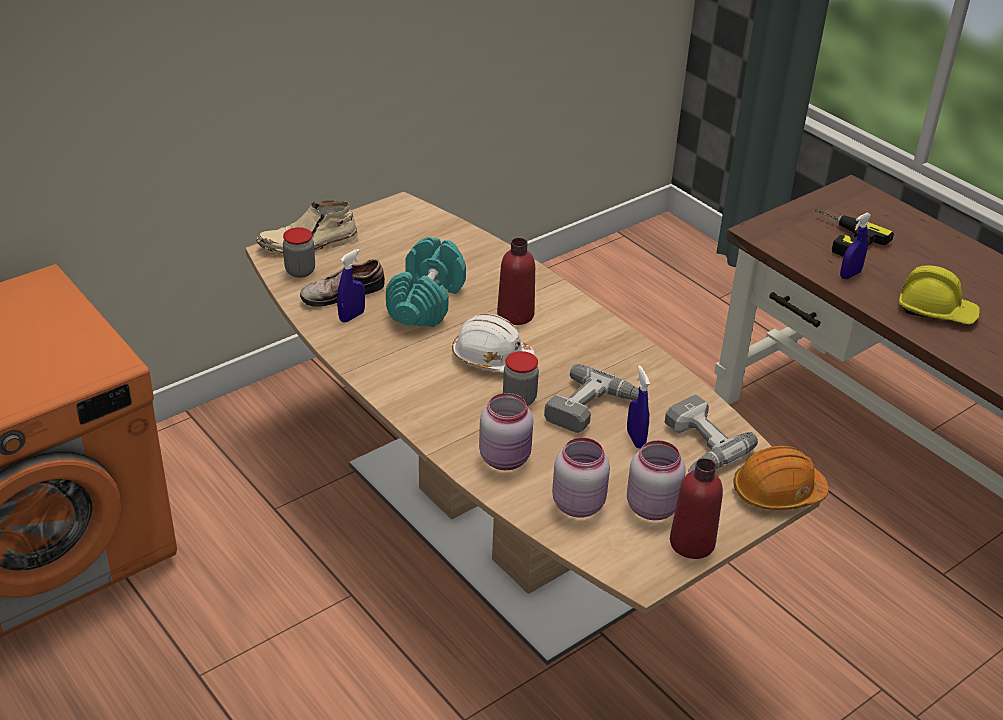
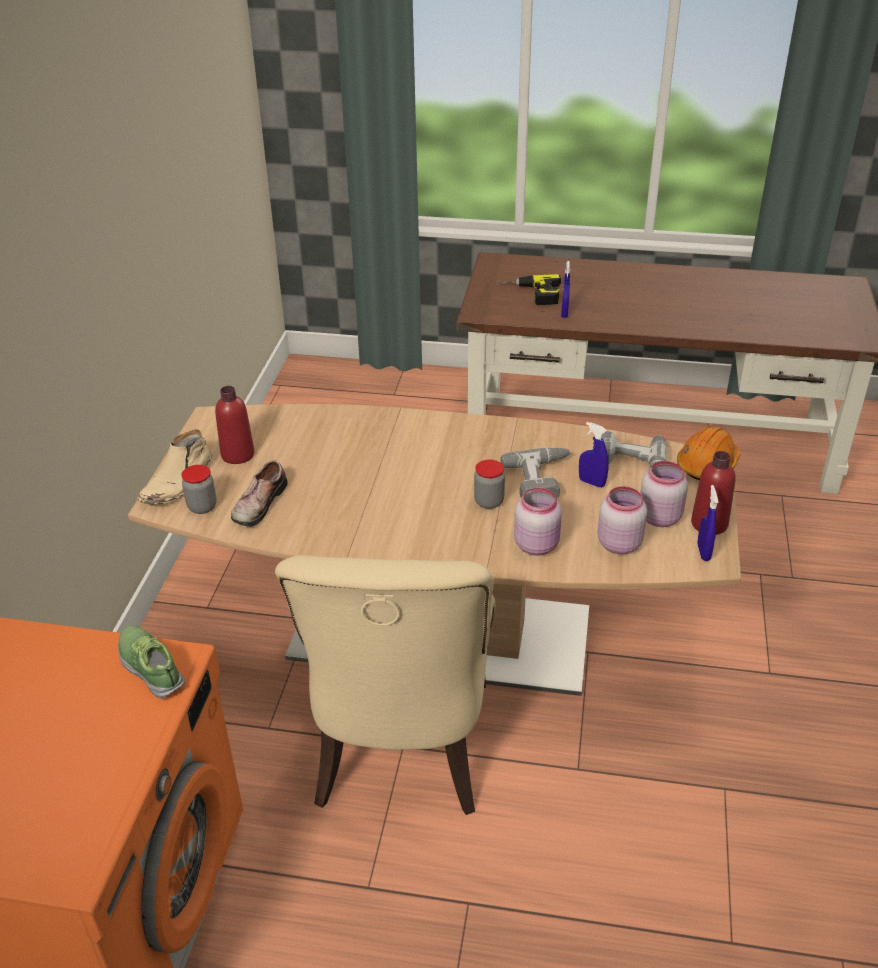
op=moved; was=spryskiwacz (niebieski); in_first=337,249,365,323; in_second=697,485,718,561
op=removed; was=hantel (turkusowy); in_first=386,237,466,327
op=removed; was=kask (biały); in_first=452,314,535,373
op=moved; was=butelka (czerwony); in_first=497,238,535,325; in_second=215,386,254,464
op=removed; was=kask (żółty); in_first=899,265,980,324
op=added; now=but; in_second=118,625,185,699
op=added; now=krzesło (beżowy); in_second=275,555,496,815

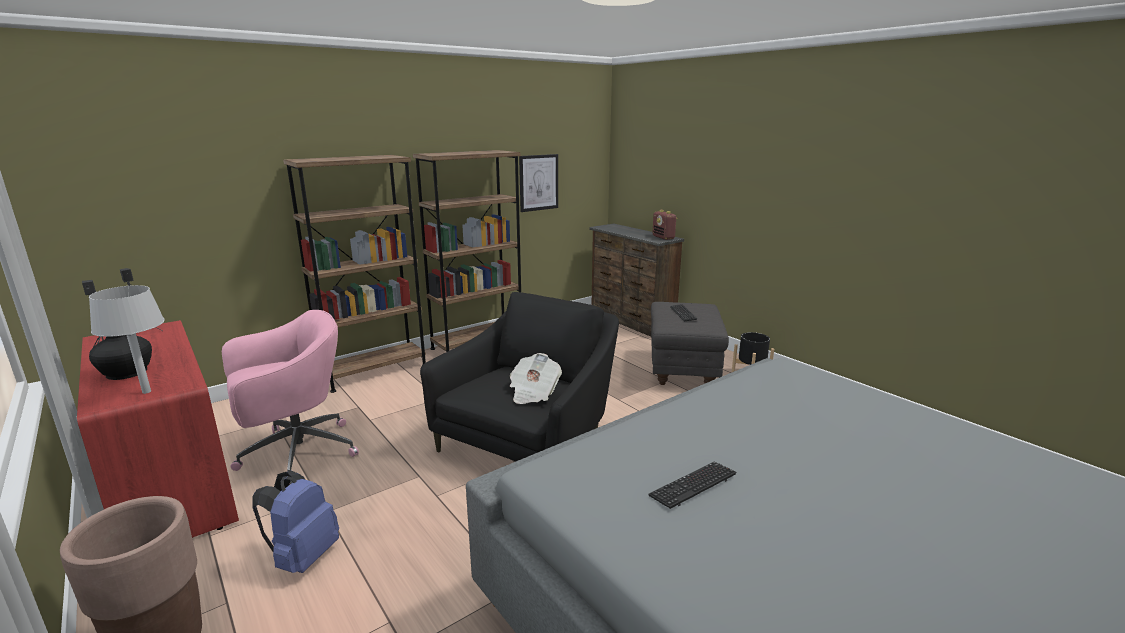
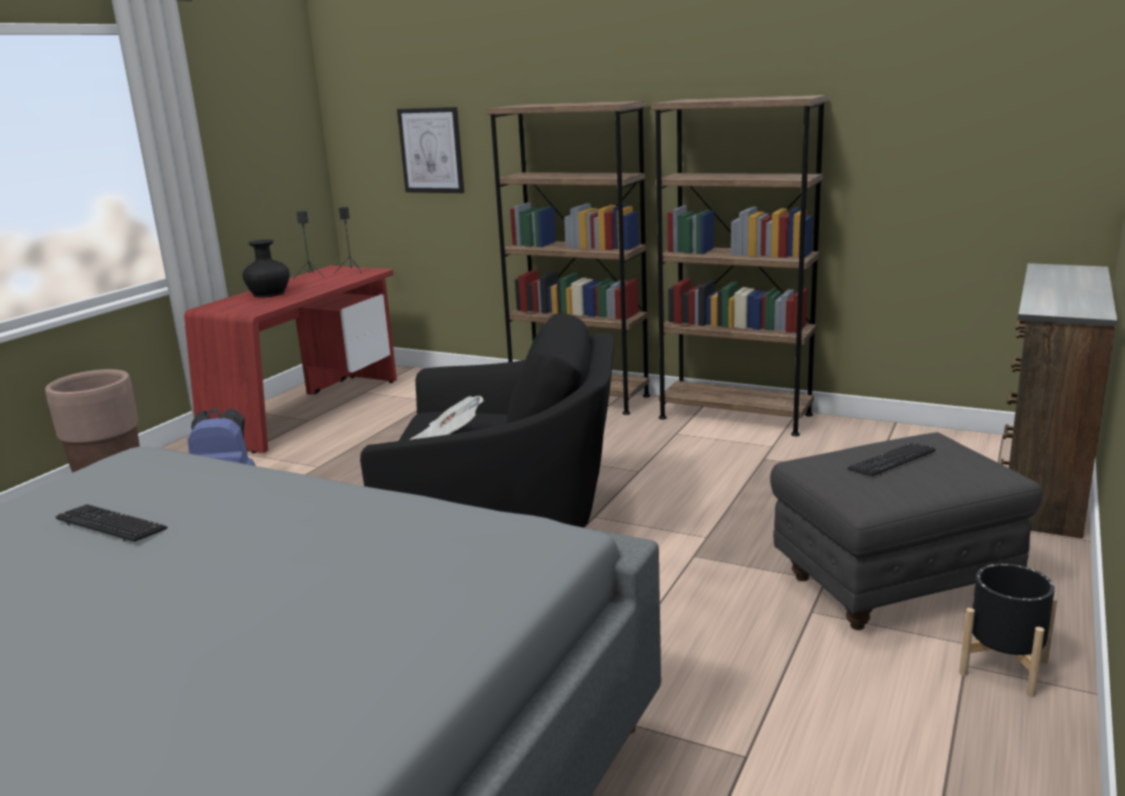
op=removed; was=lampa stołowa (szary); in_first=89,285,165,394
op=removed; was=krzesło biurowe (różowy); in_first=222,310,359,485
op=moved; was=obraz; in_first=519,154,558,212; in_second=397,107,464,193
op=removed; was=radio; in_first=653,210,677,240

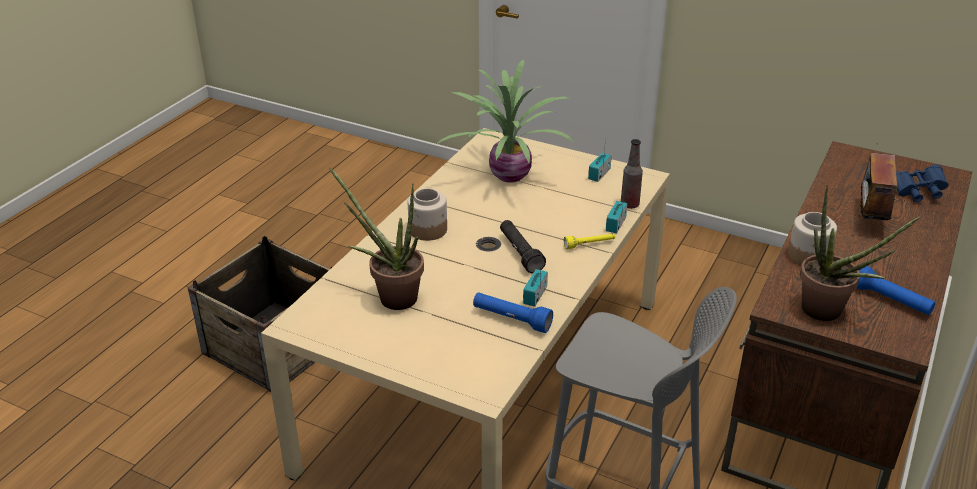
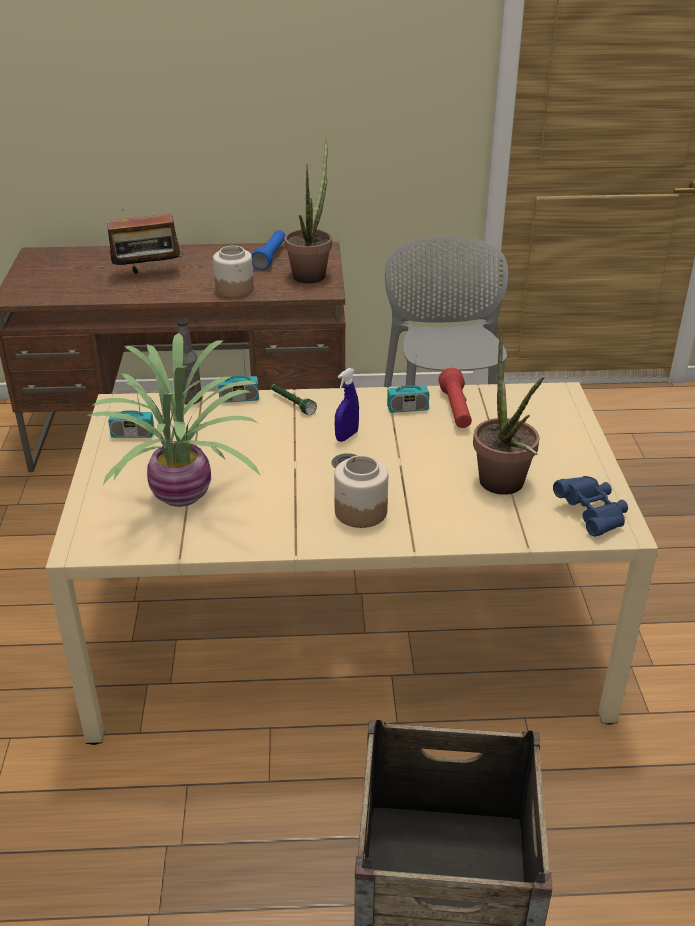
op=recoloured; was=latarka (niebieski); now=latarka (czerwony); in_first=473,293,553,333; in_second=438,368,472,428
op=replaced; was=latarka (czarny); now=spryskiwacz (niebieski); in_first=500,220,546,273; in_second=335,368,359,442
op=recoloured; was=latarka (żółty); now=latarka (zielony); in_first=564,234,615,249; in_second=270,384,317,415
op=moved; was=lornetka (niebieski); in_first=896,164,949,202; in_second=553,476,628,537

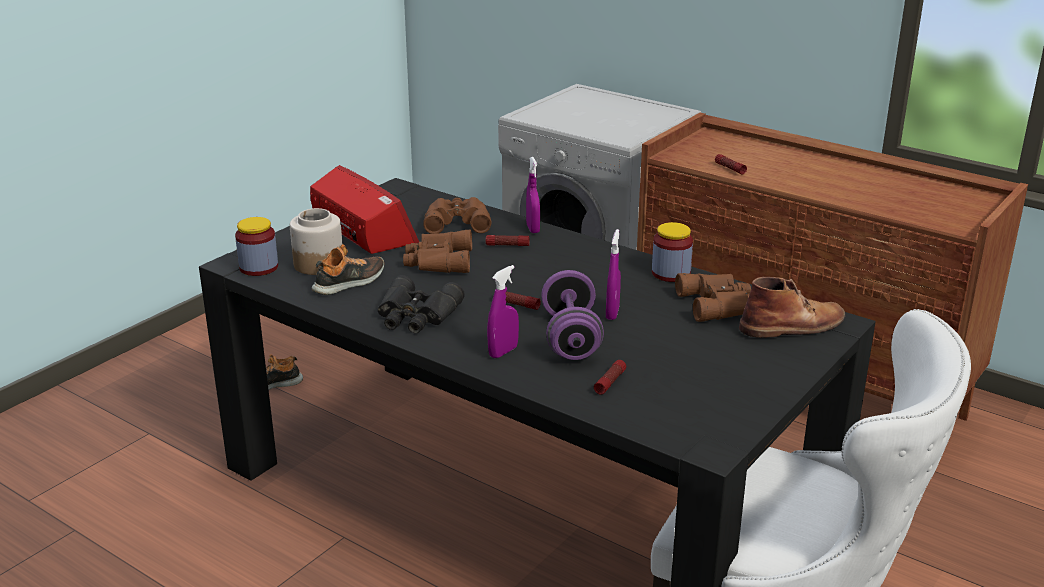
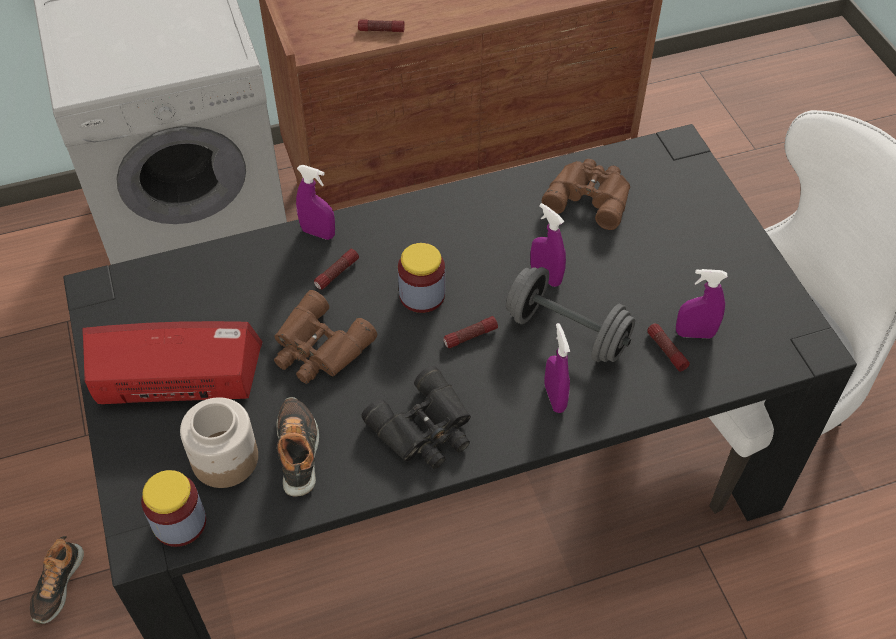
op=removed; was=lornetka (brązowy); in_first=423,197,491,234
op=recoloured; was=hantel (fioletowy); now=hantel (szary); in_first=541,270,604,360; in_second=506,267,635,362
op=moved; was=słoik; in_first=652,222,693,282; in_second=398,243,445,313
op=removed; was=but z cholewką (brązowy); in_first=739,277,845,338
op=added; now=spryskiwacz (fioletowy); in_second=676,269,728,339

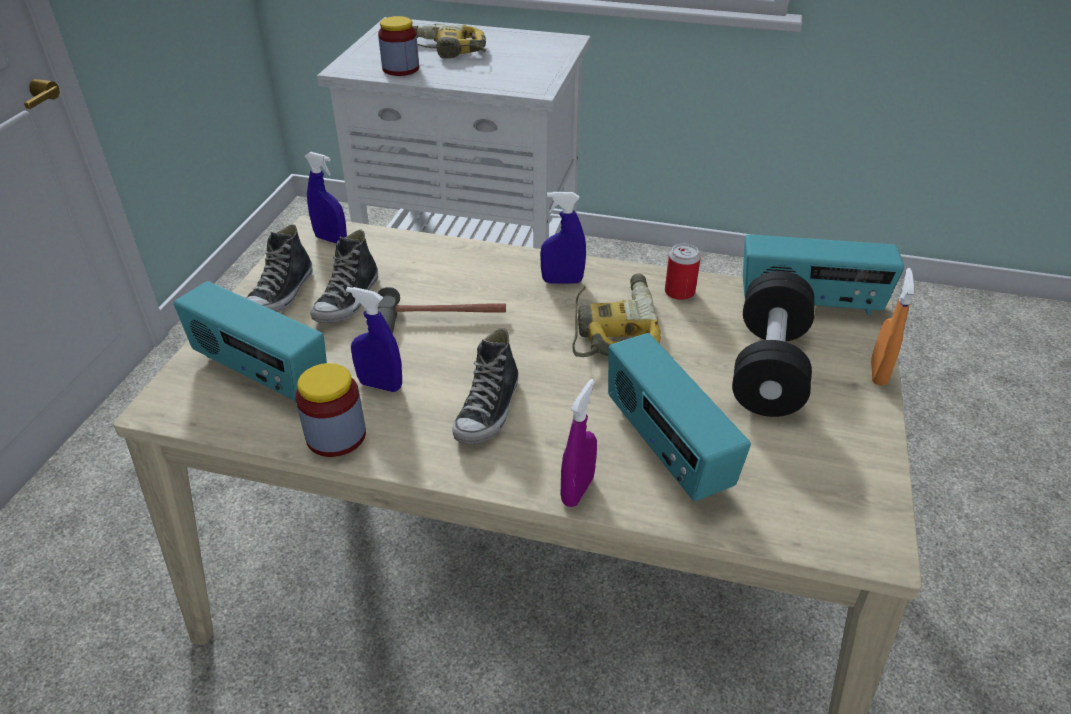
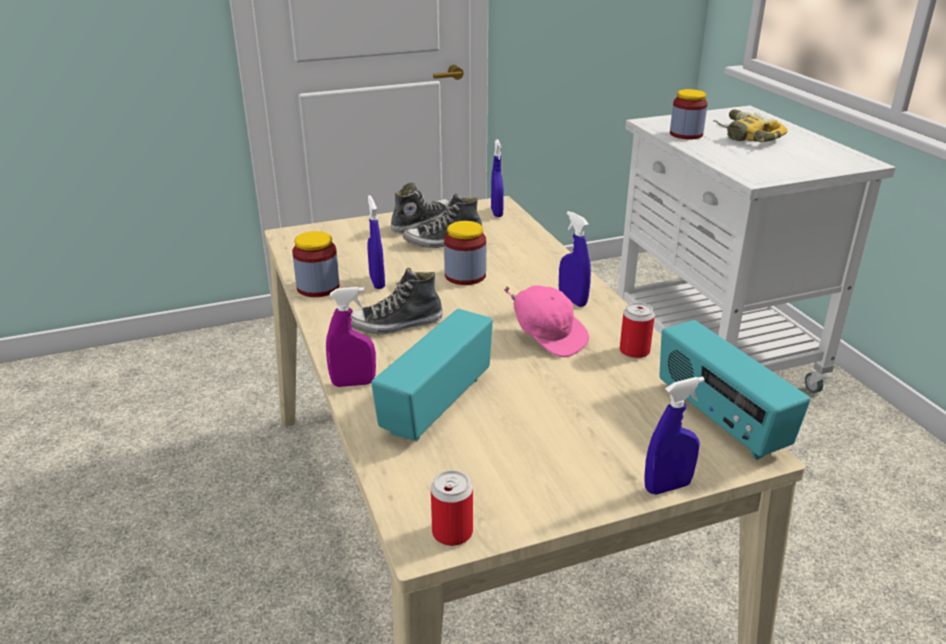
op=removed; was=radio; in_first=174,281,327,402
op=turned; was=but; in_first=246,224,313,312; in_second=391,183,450,234; clockwise=150
op=replaced; was=młotek; now=słoik; in_first=378,287,506,334; in_second=444,221,486,285
op=replaced; was=wiertarka; now=czapka z daszkiem (różowy); in_first=572,273,661,357; in_second=504,286,589,357
op=removed; was=hantel (czarny); in_first=732,271,815,417
op=recoloured; was=spryskiwacz (pomarańczowy); now=spryskiwacz (niebieski); in_first=871,268,914,386; in_second=644,376,705,494
op=added; now=puszka; in_second=431,470,473,546

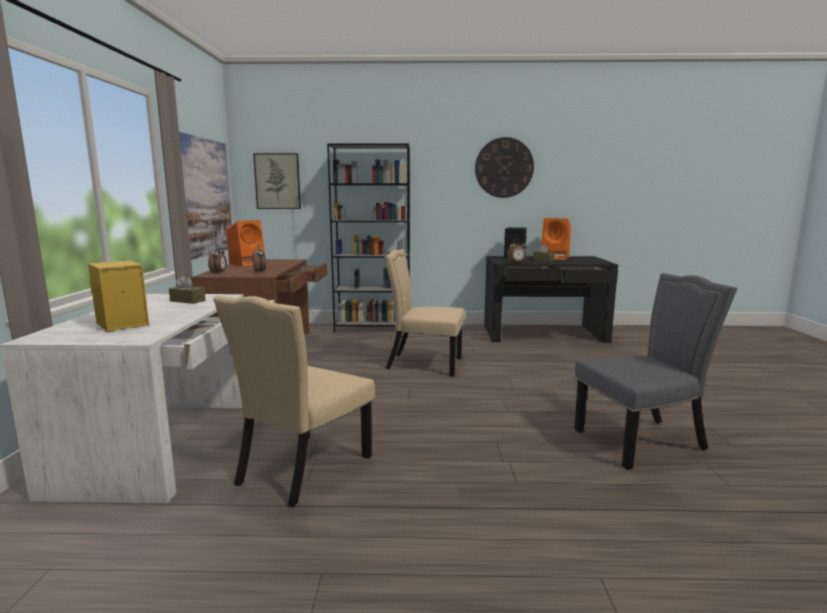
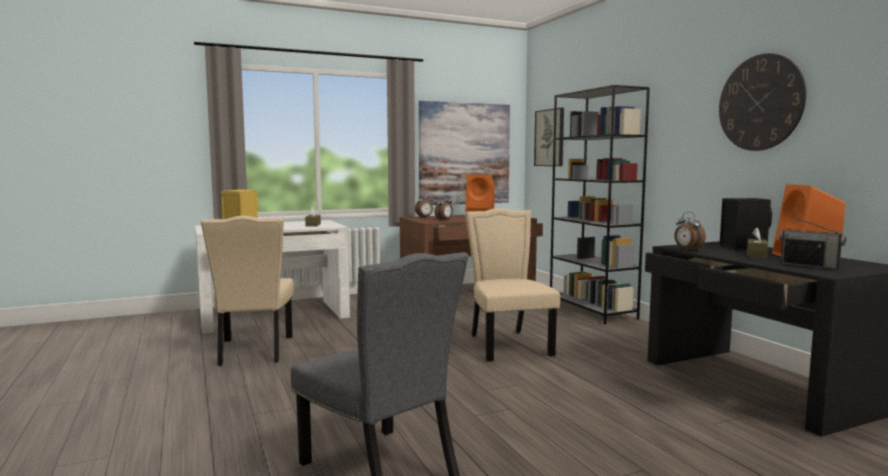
op=turned; was=krzesło (beżowy); in_first=213,296,375,507; in_second=201,216,294,366; clockwise=-105
op=added; now=radio; in_second=779,216,846,270

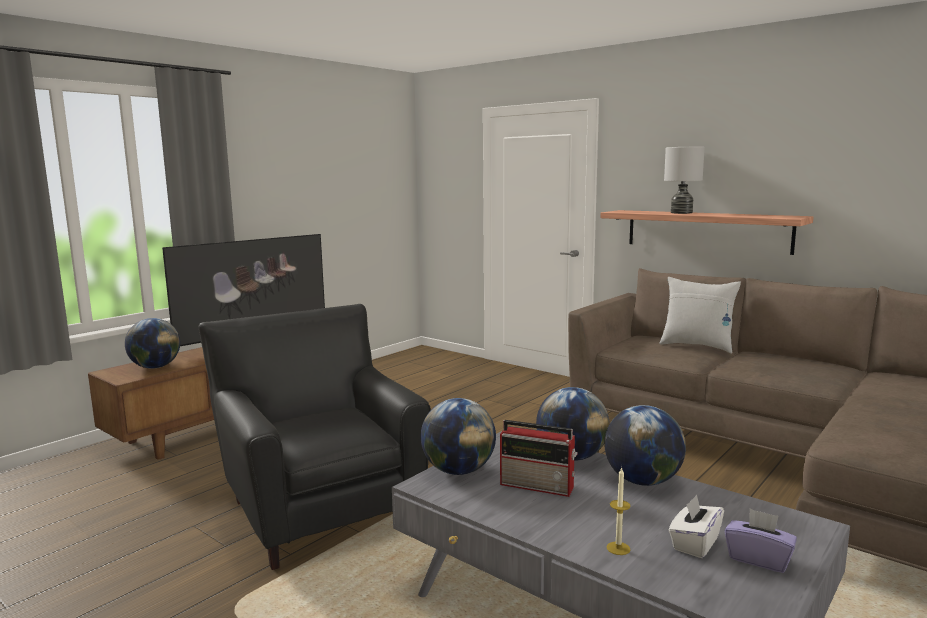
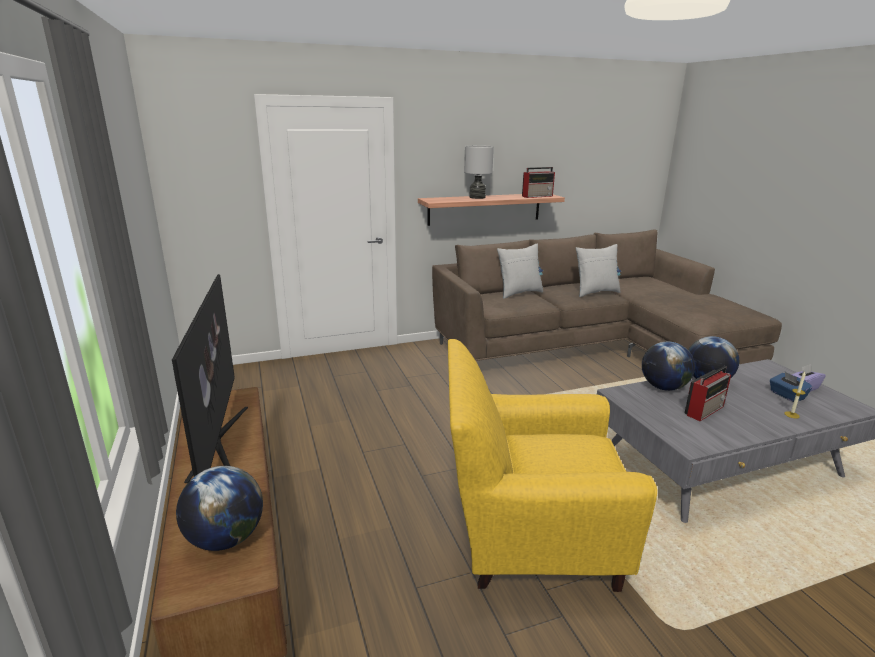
op=recoloured; was=fotel (czarny); now=fotel (żółty); in_first=199,304,431,570; in_second=448,339,657,592
op=removed; was=globus; in_first=421,398,496,475
op=recoloured; was=pudełko chusteczek (biały); now=pudełko chusteczek (niebieski); in_first=669,495,724,558; in_second=770,372,812,402
op=added; now=radio; in_second=522,167,555,198
op=added; now=poduszka (szary); in_second=576,244,621,297

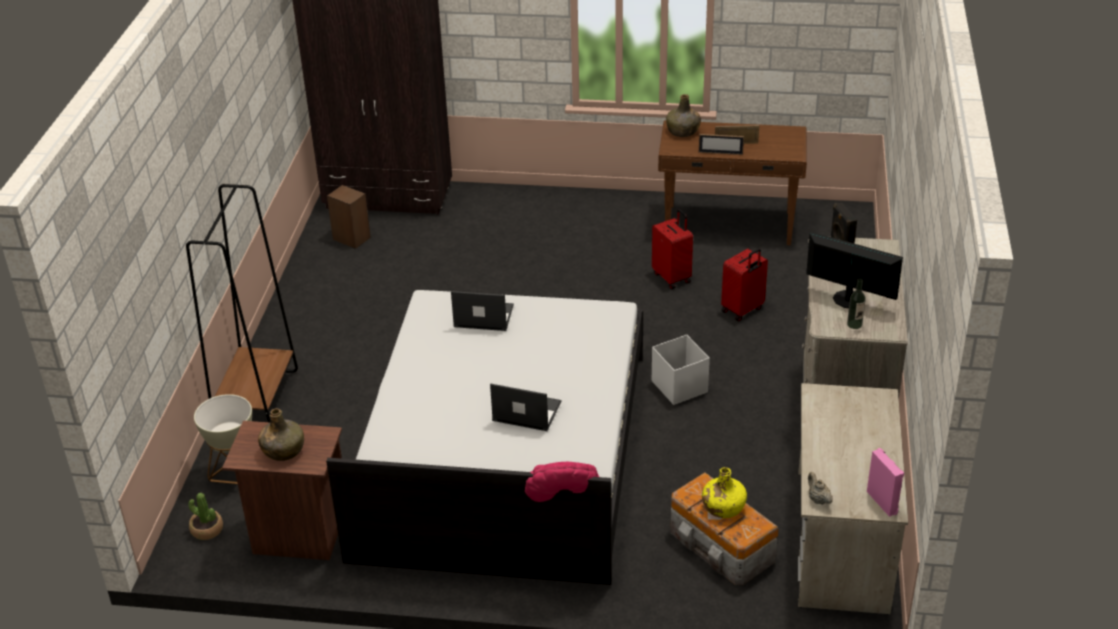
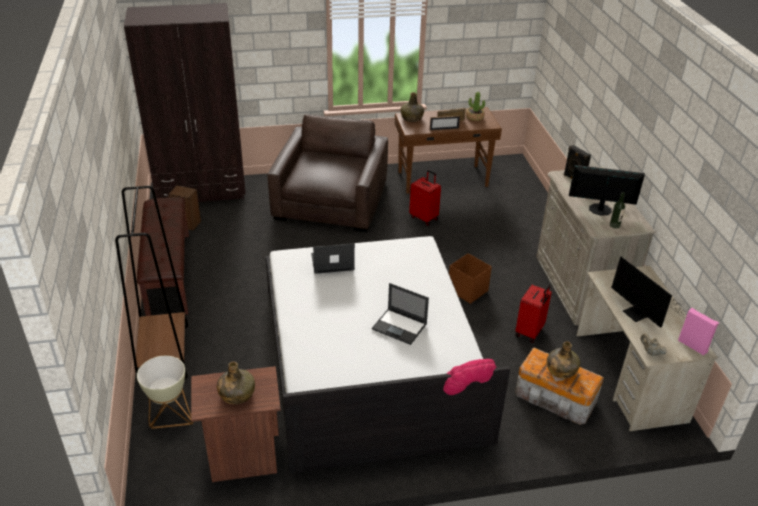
op=moved; was=roślina doniczkowa; in_first=188,493,223,540; in_second=466,92,485,121
op=turned; was=laptop; in_first=490,383,562,431; in_second=372,283,429,345; clockwise=-150
op=recoloured; was=pojemnik do przechowywania (biały); now=pojemnik do przechowywania (brązowy); in_first=652,335,710,405; in_second=449,253,492,304
op=recoloured; was=butelka (żółty); now=butelka (zielony); in_first=702,467,747,518; in_second=547,341,580,379
op=moved; was=walizka (czerwony); in_first=721,248,768,321; in_second=515,284,552,343
op=added; now=ławka (brązowy); in_second=137,197,189,316
op=added; now=fotel (brązowy); in_second=268,114,388,232
op=added; now=monitor; in_second=611,256,688,328

